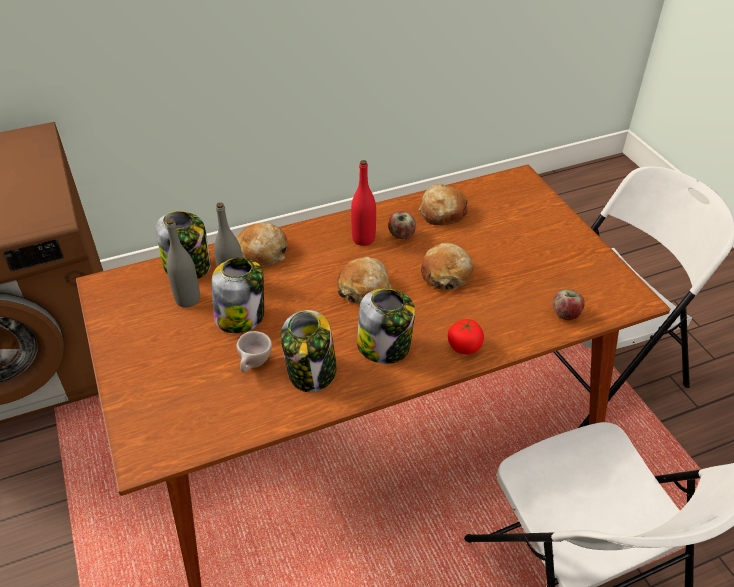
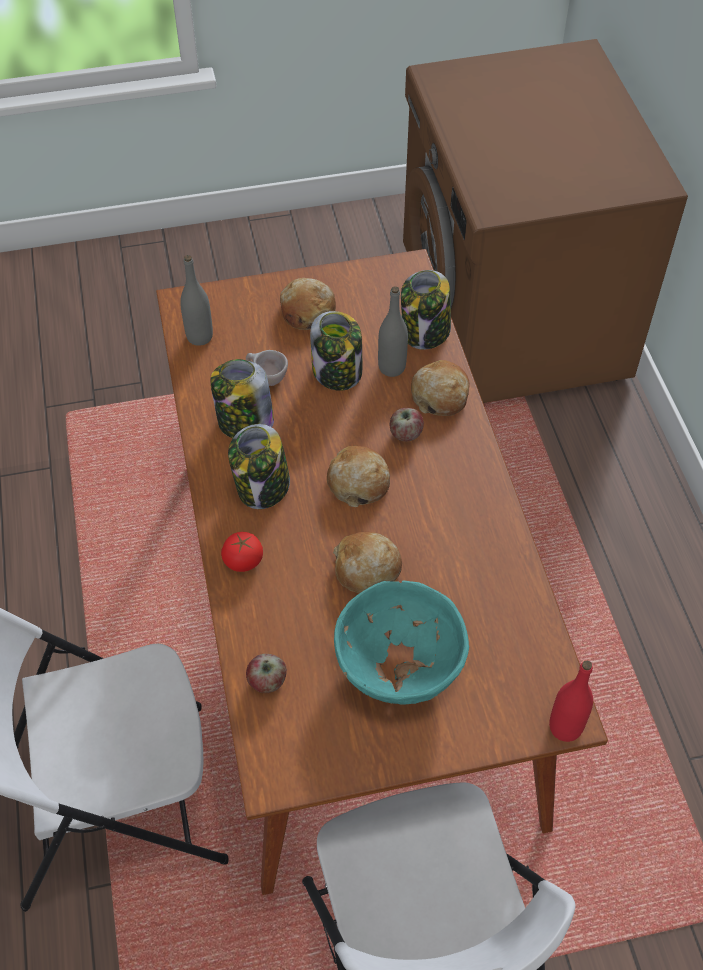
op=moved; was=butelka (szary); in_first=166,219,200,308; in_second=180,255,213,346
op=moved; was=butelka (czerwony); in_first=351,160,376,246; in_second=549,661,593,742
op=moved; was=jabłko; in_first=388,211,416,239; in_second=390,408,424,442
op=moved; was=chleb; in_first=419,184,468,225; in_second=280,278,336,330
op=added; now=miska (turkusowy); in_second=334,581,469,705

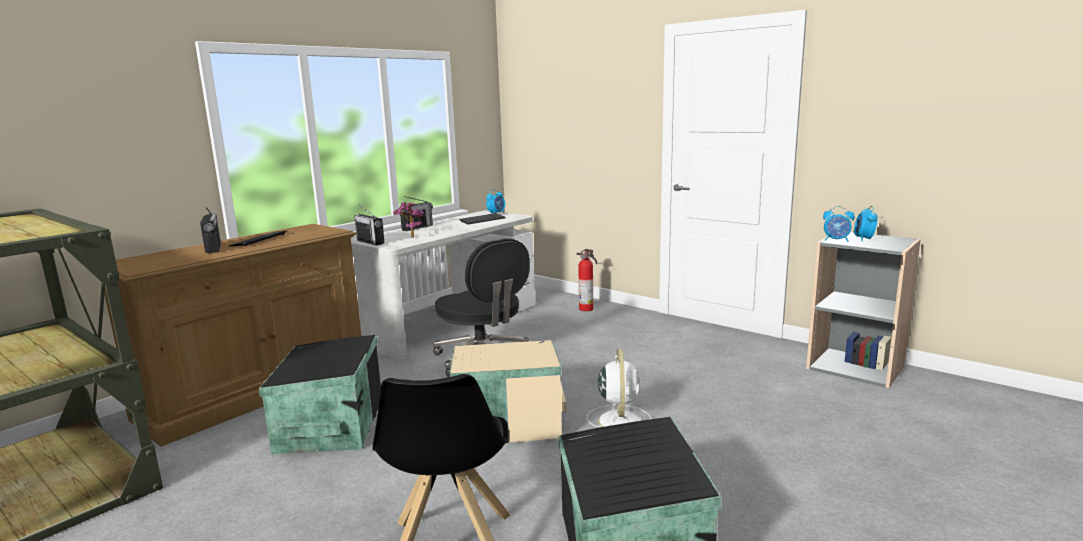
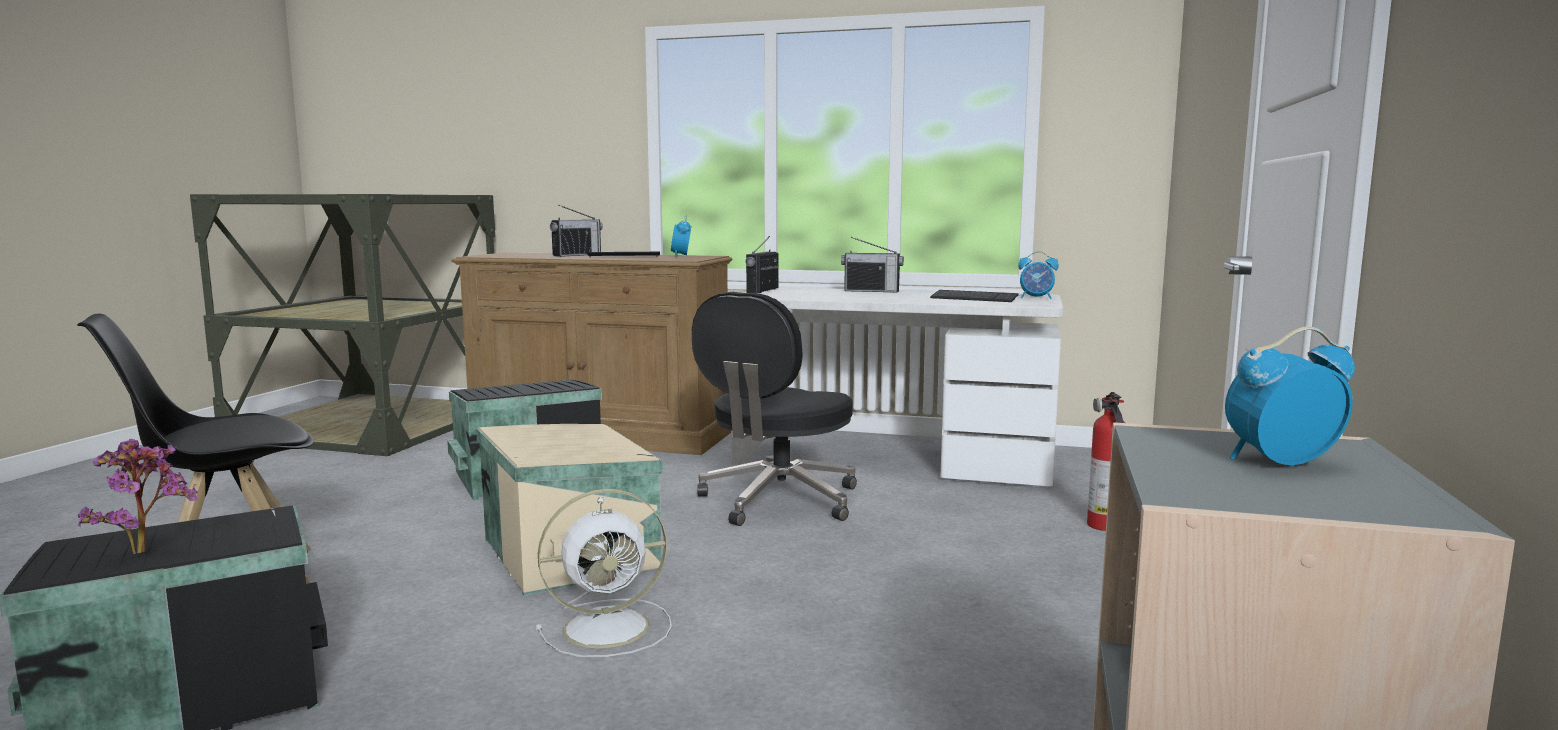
op=moved; was=roślina doniczkowa; in_first=393,202,423,238; in_second=78,439,198,555
op=moved; was=budzik; in_first=823,206,855,242; in_second=671,215,691,257

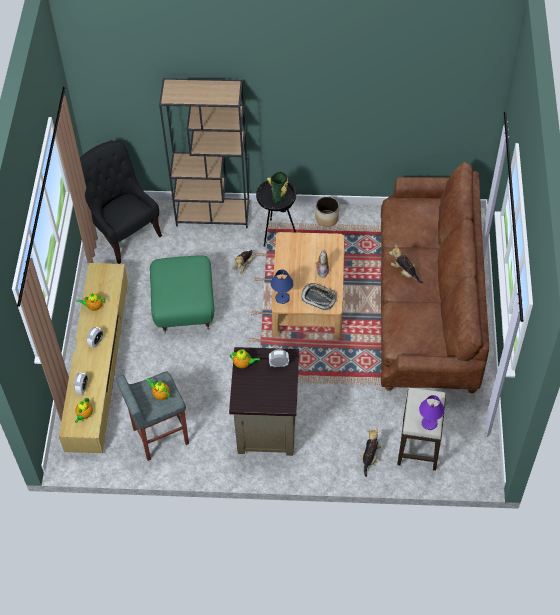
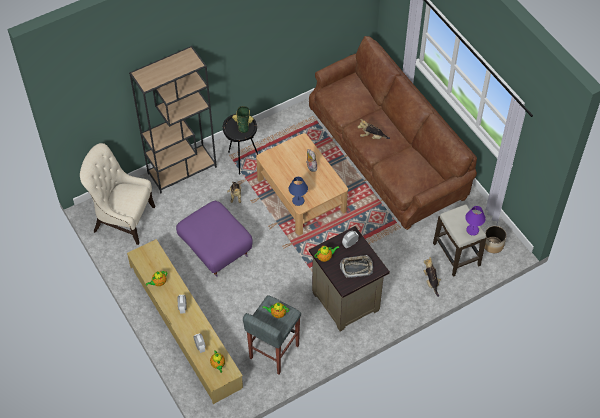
op=recoloured; was=fotel (czarny); now=fotel (beżowy); in_first=80,141,162,264; in_second=80,143,155,245
op=recoloured; was=pufa (zielony); now=pufa (fioletowy); in_first=150,255,214,334; in_second=176,201,253,277
op=moved; was=taca; in_first=301,283,337,310; in_second=340,255,373,278
op=moved; was=donica; in_first=316,197,339,227; in_second=484,226,507,253

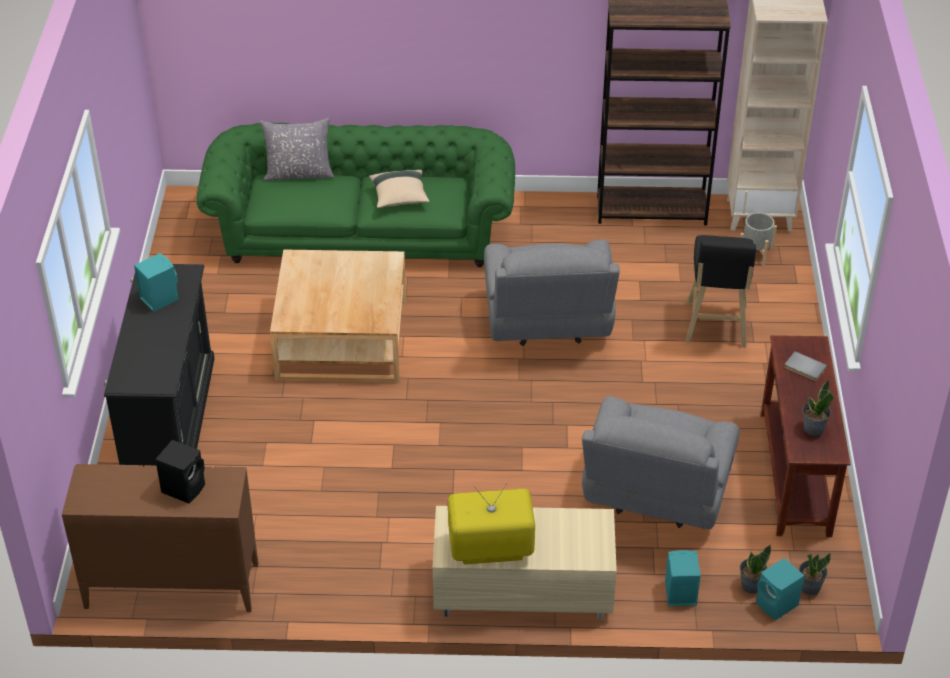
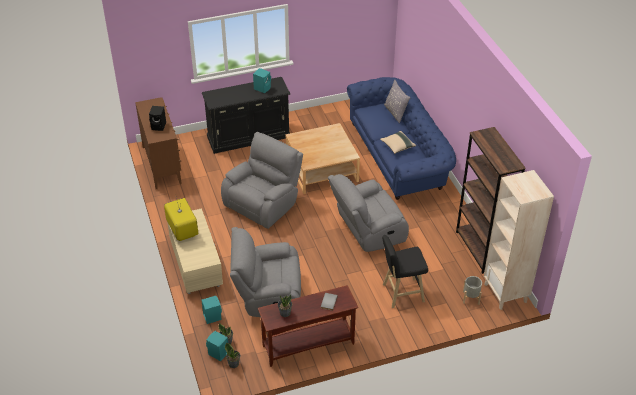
op=recoloured; was=kanapa (zielony); now=kanapa (niebieski); in_first=196,123,515,267; in_second=347,77,456,200
op=added; now=fotel (szary); in_second=221,132,303,229

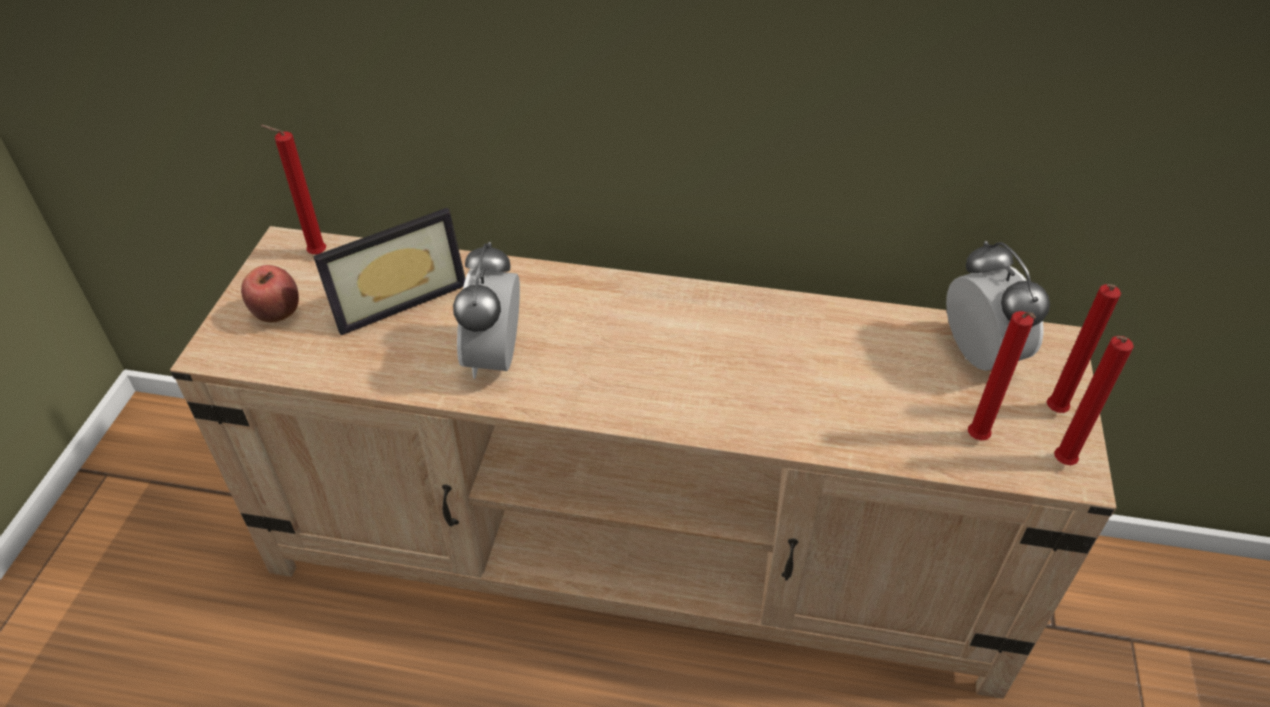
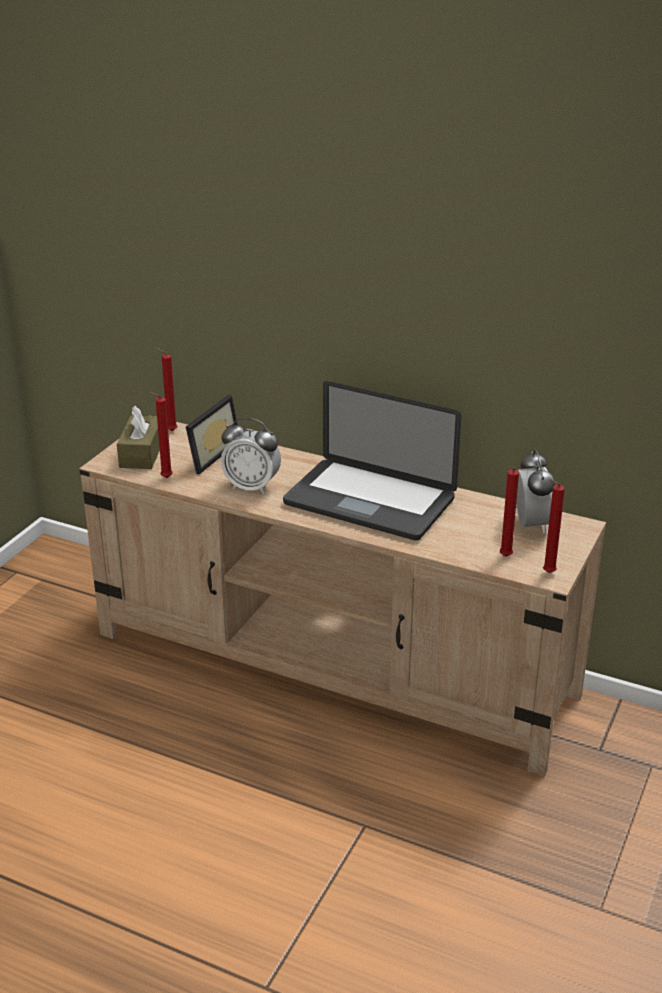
op=replaced; was=jabłko; now=pudełko chusteczek (brązowy); in_first=241,265,299,322; in_second=117,406,160,469
op=turned; was=ramka na zdjęcie; in_first=313,208,465,335; in_second=186,395,238,474; clockwise=-45
op=turned; was=budzik; in_first=453,242,520,379; in_second=221,418,281,494; clockwise=-90
op=moved; was=świeca (czerwony); in_first=1047,284,1121,413; in_second=150,392,173,478
op=added; now=laptop; in_second=283,381,462,540

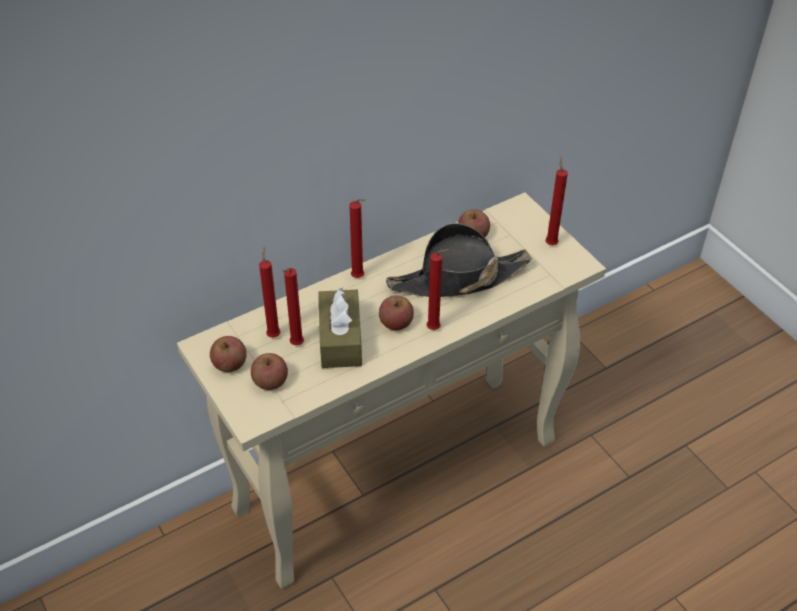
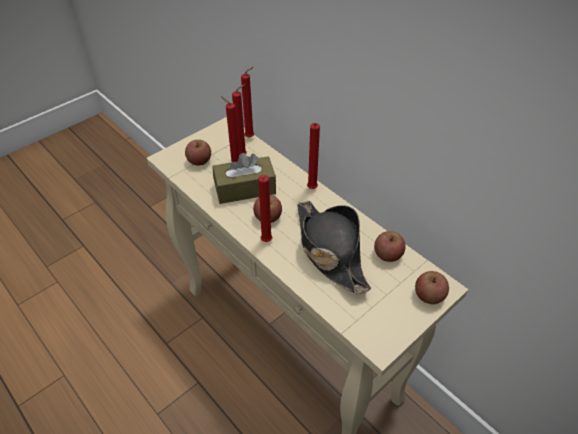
op=moved; was=jabłko; in_first=210,336,247,372; in_second=415,271,449,304
op=moved; was=świeca (czerwony); in_first=545,157,568,245; in_second=241,67,254,138

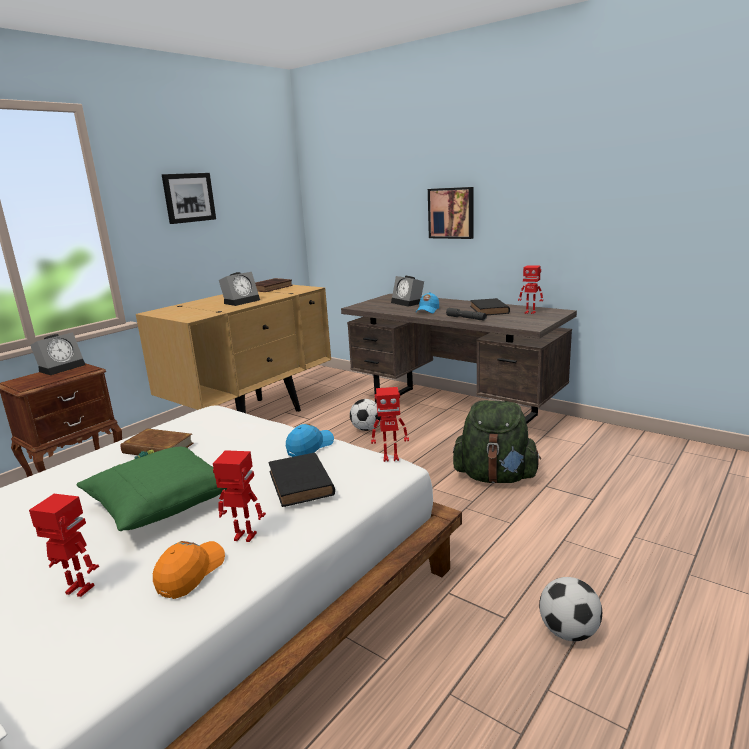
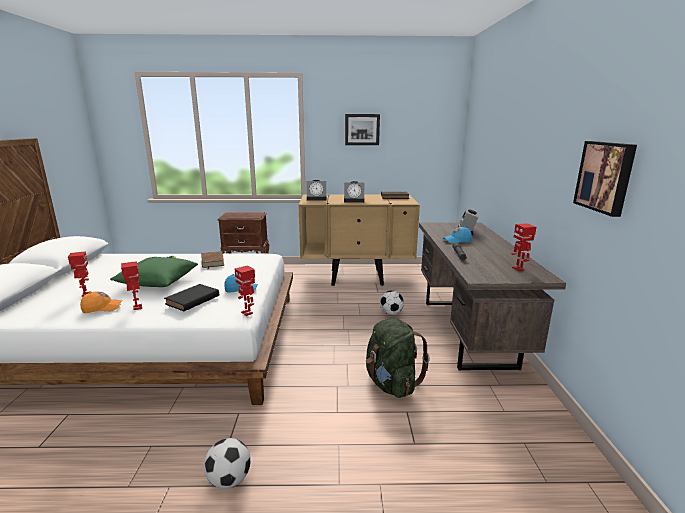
op=moved; was=budzik; in_first=30,332,85,375; in_second=306,180,326,201
op=moved; was=obraz; in_first=428,187,474,239; in_second=573,141,637,217
op=removed; was=książka (czarny); in_first=470,298,510,315

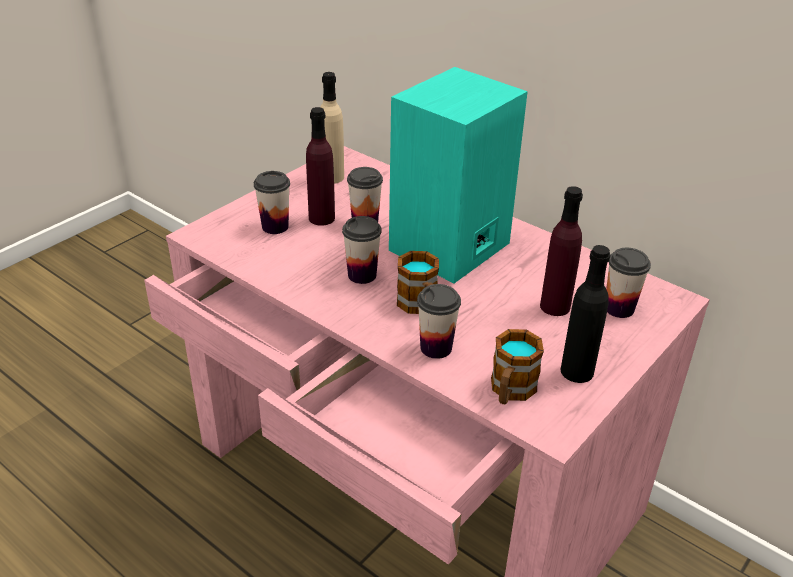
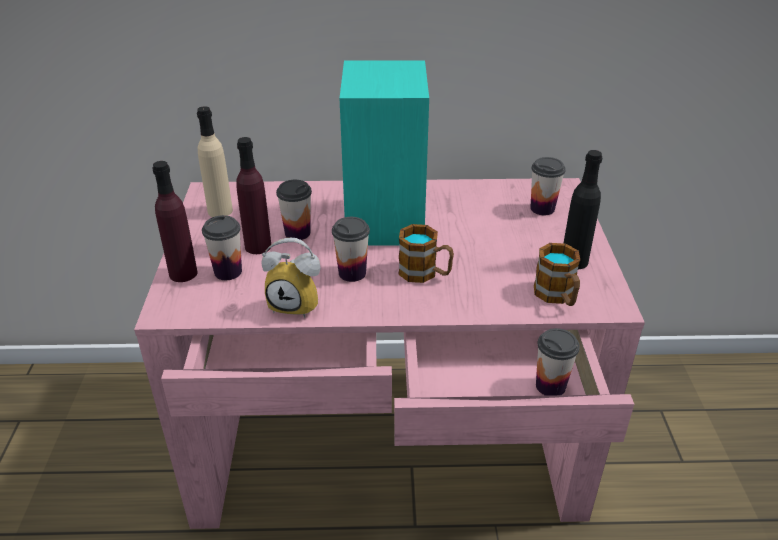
op=moved; was=filiżanka; in_first=417,284,461,359; in_second=536,328,580,396
op=moved; was=butelka (fioletowy); in_first=540,186,583,316; in_second=152,161,197,282
op=added; now=budzik; in_second=261,238,320,318

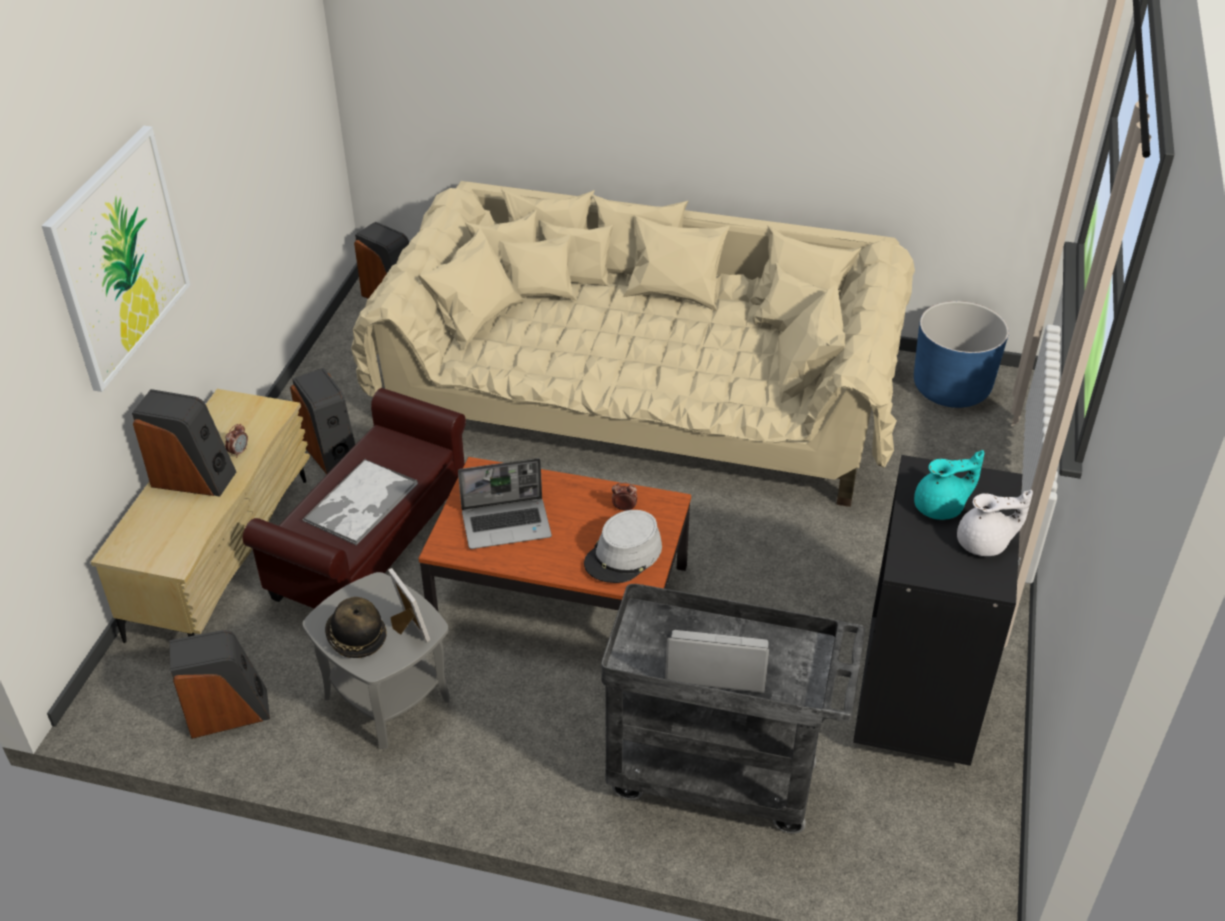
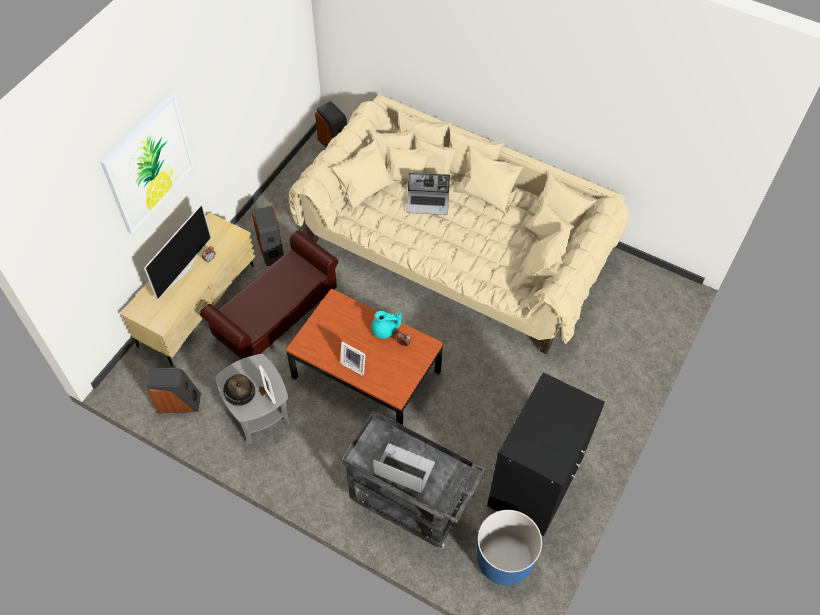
op=replaced; was=głośnik; now=telewizor; in_first=132,389,236,497; in_second=144,204,211,301
op=removed; was=taca; in_first=303,459,418,546
op=moved; was=laptop; in_first=458,458,552,549; in_second=406,172,450,215
op=removed; was=kapelusz (szary); in_first=584,510,662,583
op=moved; was=donica (niebieski); in_first=914,301,1009,408; in_second=477,510,542,585
op=moved; was=imbryk (turkusowy); in_first=914,450,984,520; in_second=371,311,402,339
op=removed; was=imbryk (biały); in_first=957,490,1033,556
op=added; now=ramka na zdjęcie; in_second=340,342,366,376

